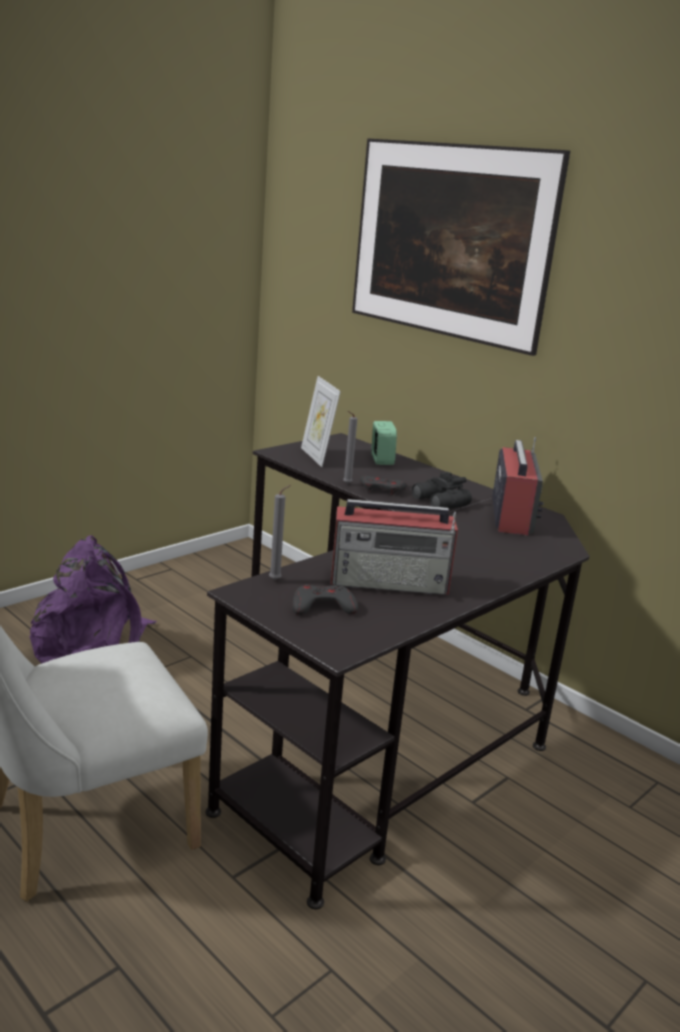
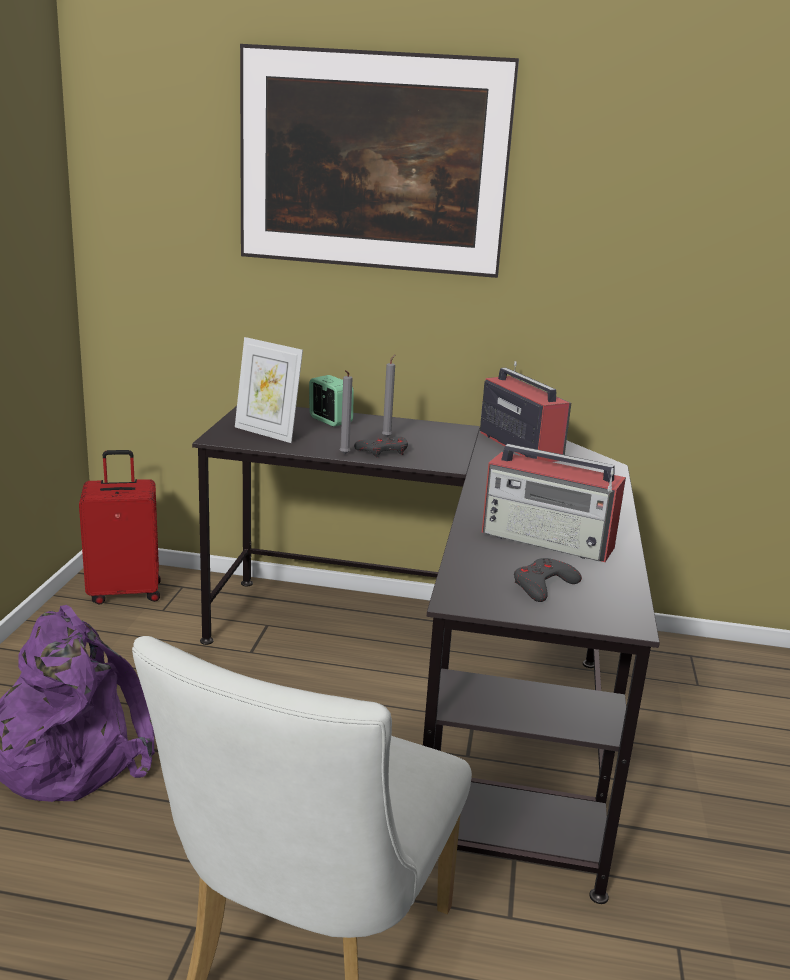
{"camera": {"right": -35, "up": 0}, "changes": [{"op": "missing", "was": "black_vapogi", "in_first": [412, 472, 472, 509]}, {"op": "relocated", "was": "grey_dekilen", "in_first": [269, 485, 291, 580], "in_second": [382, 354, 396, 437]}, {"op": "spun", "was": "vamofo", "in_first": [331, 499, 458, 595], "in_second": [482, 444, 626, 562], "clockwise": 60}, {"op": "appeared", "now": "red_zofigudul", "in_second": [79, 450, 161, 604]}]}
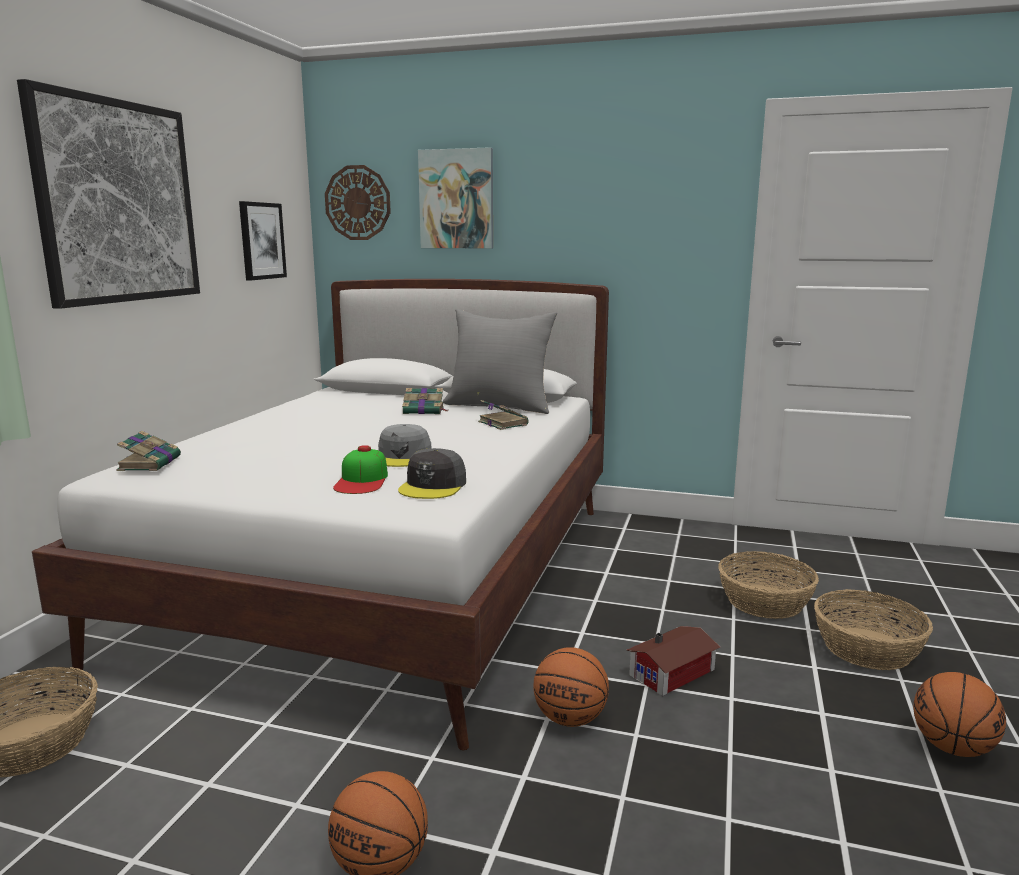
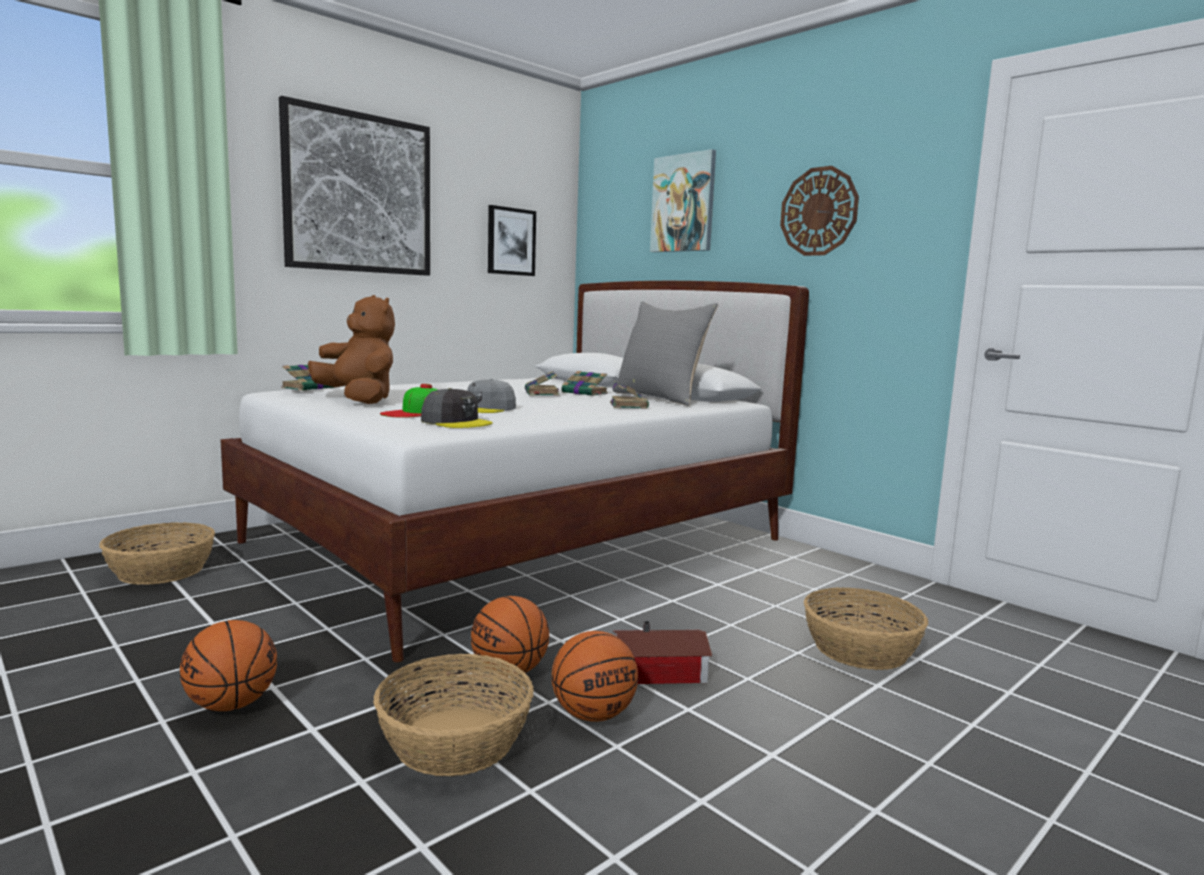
{"camera": {"right": 30, "up": -5}, "changes": [{"op": "relocated", "was": "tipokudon", "in_first": [325, 165, 391, 240], "in_second": [780, 166, 859, 256]}, {"op": "spun", "was": "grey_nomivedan", "in_first": [398, 448, 466, 499], "in_second": [421, 388, 493, 428], "clockwise": -105}, {"op": "relocated", "was": "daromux", "in_first": [814, 589, 933, 670], "in_second": [373, 654, 534, 776]}, {"op": "relocated", "was": "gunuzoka", "in_first": [913, 672, 1006, 757], "in_second": [552, 631, 638, 722]}, {"op": "appeared", "now": "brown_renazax", "in_second": [308, 295, 395, 404]}, {"op": "appeared", "now": "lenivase", "in_second": [525, 371, 560, 396]}]}
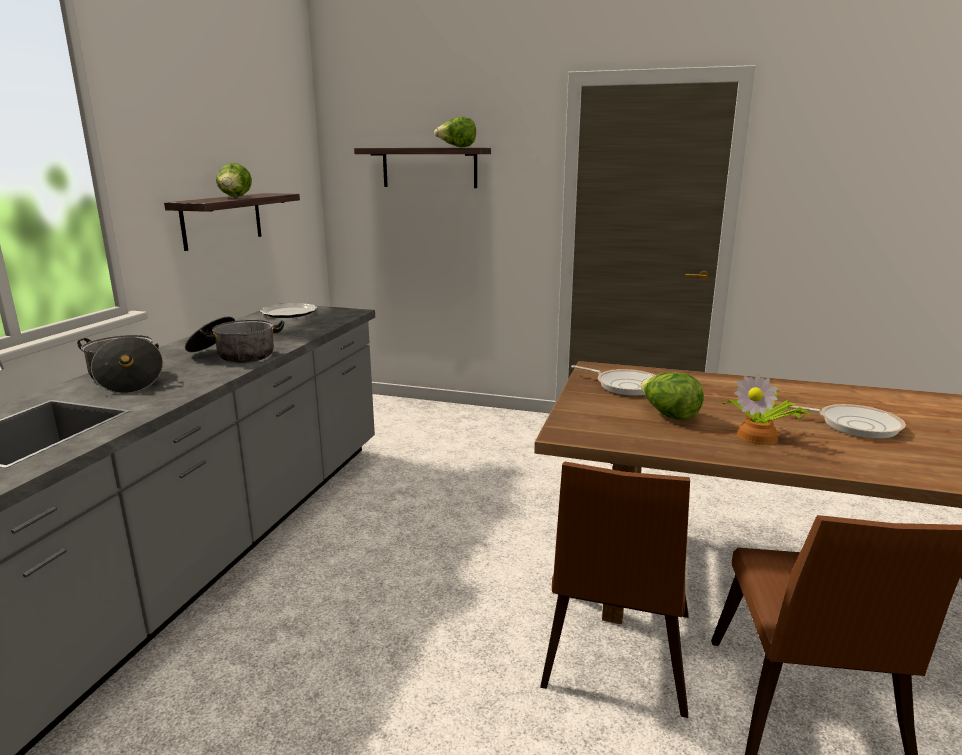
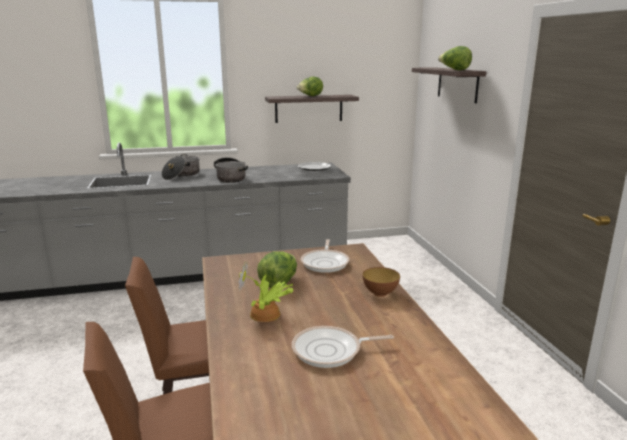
{"camera": {"right": 60, "up": 0}, "changes": [{"op": "spun", "was": "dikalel", "in_first": [789, 404, 906, 438], "in_second": [292, 326, 394, 368], "clockwise": 90}, {"op": "appeared", "now": "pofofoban", "in_second": [362, 267, 400, 297]}]}
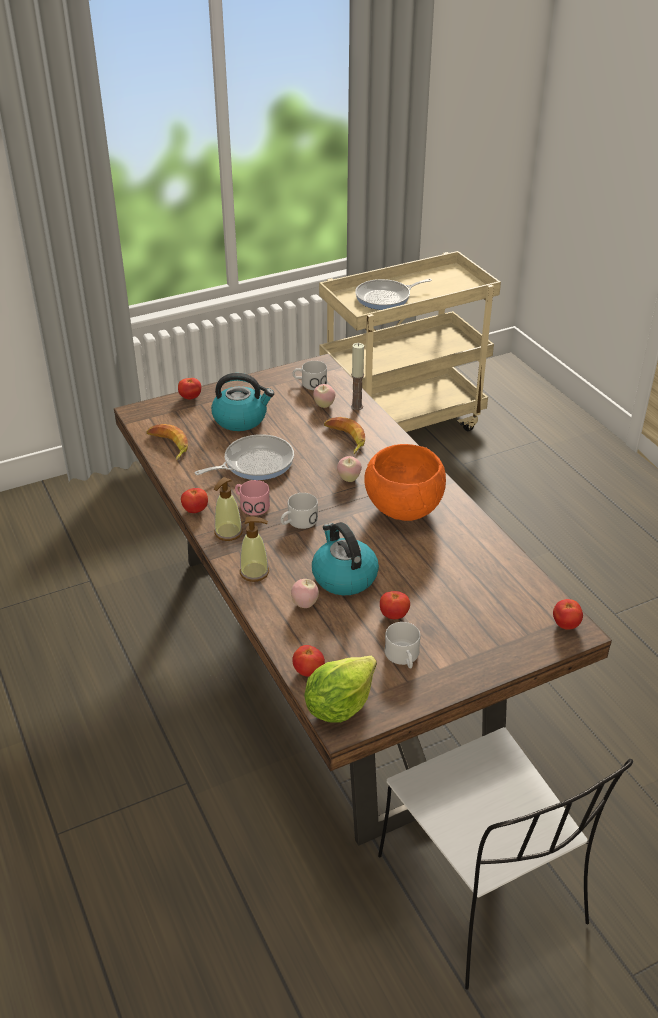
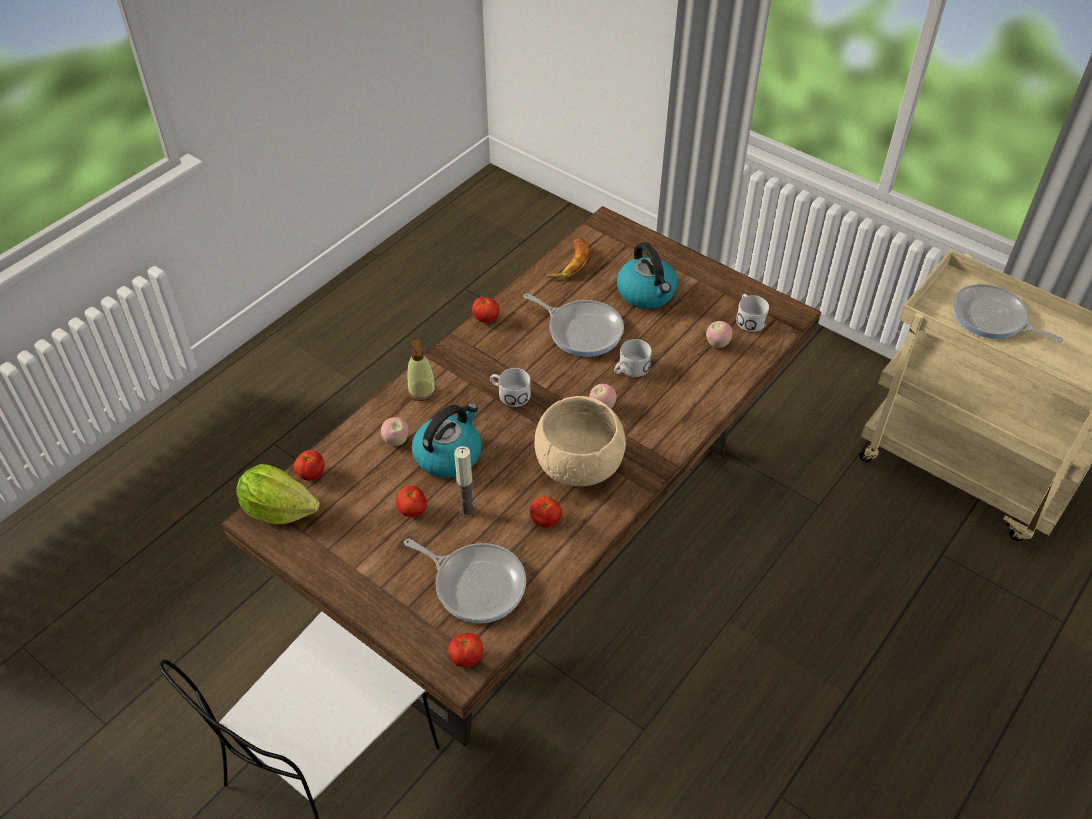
{"camera": {"right": 65, "up": 10}, "changes": [{"op": "relocated", "was": "dekilen", "in_first": [351, 343, 364, 410], "in_second": [454, 446, 475, 517]}, {"op": "relocated", "was": "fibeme", "in_first": [178, 378, 201, 400], "in_second": [530, 496, 562, 528]}, {"op": "missing", "was": "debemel", "in_first": [324, 417, 365, 454]}, {"op": "colour", "was": "orange_pofofoban", "now": "beige_pofofoban", "in_first": [365, 444, 446, 521], "in_second": [535, 396, 626, 486]}, {"op": "missing", "was": "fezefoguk", "in_first": [214, 477, 243, 541]}, {"op": "missing", "was": "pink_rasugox", "in_first": [235, 480, 270, 516]}, {"op": "relocated", "was": "white_rasugox", "in_first": [385, 622, 420, 668], "in_second": [614, 339, 652, 377]}, {"op": "appeared", "now": "dikalel", "in_second": [404, 539, 526, 623]}]}
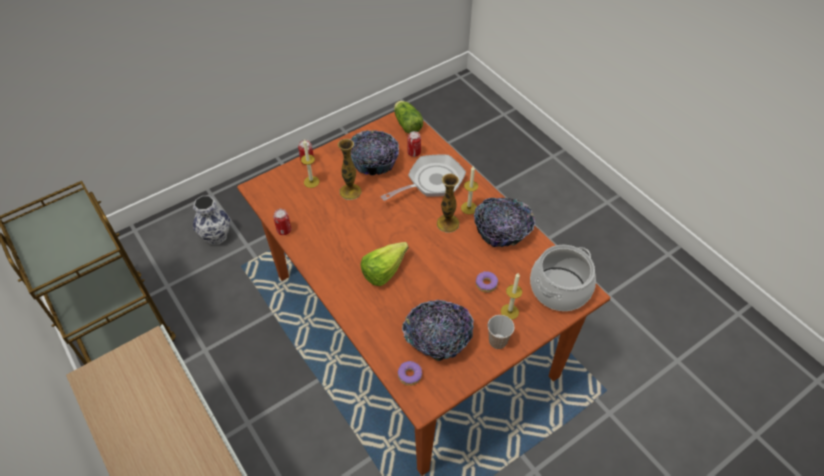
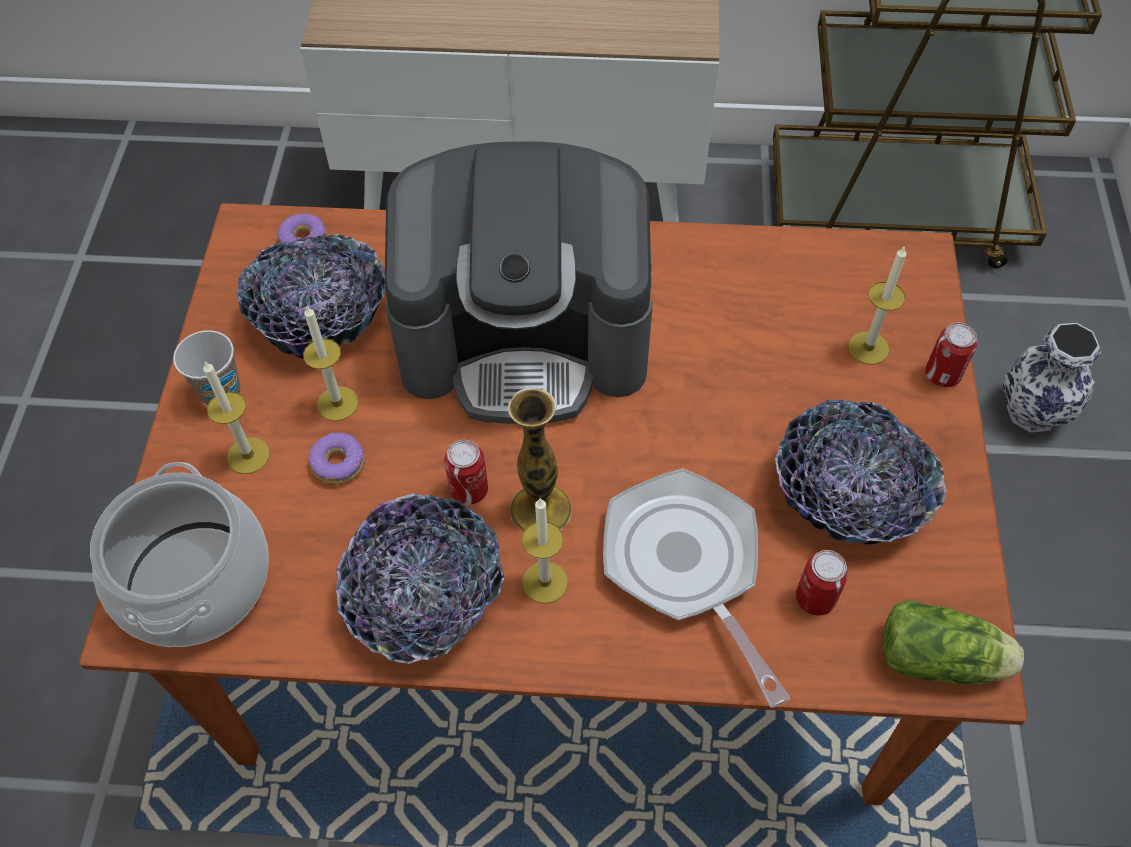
{"camera": {"right": 130, "up": 5}, "changes": [{"op": "missing", "was": "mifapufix", "in_first": [338, 139, 361, 200]}, {"op": "spun", "was": "dikalel", "in_first": [381, 154, 466, 201], "in_second": [603, 468, 790, 708], "clockwise": 150}, {"op": "relocated", "was": "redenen", "in_first": [273, 209, 291, 235], "in_second": [444, 440, 488, 505]}, {"op": "exchanged", "was": "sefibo", "now": "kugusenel", "in_first": [360, 242, 408, 286], "in_second": [384, 141, 653, 424]}, {"op": "appeared", "now": "dekilen", "in_second": [303, 306, 359, 421]}]}
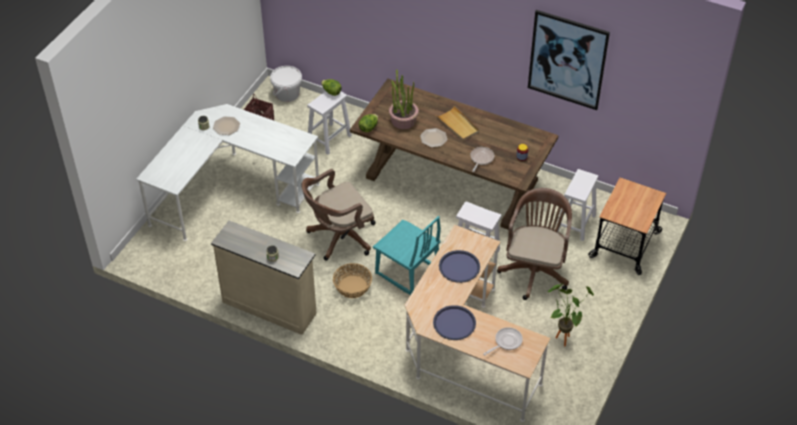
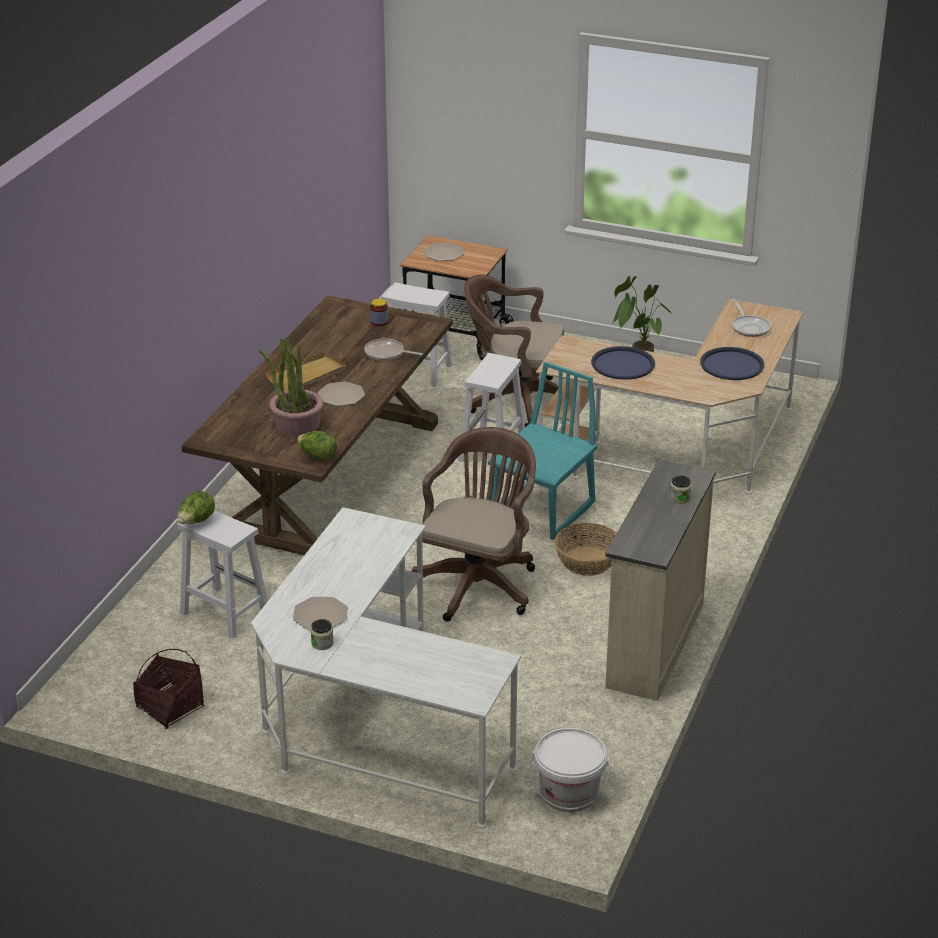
{"camera": {"right": -95, "up": -15}, "changes": [{"op": "missing", "was": "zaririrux", "in_first": [528, 10, 610, 110]}, {"op": "relocated", "was": "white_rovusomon", "in_first": [270, 66, 302, 102], "in_second": [530, 728, 609, 812]}, {"op": "spun", "was": "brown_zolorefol", "in_first": [301, 169, 376, 261], "in_second": [412, 427, 536, 622], "clockwise": -120}, {"op": "spun", "was": "dikalel", "in_first": [483, 327, 523, 355], "in_second": [732, 299, 771, 337], "clockwise": -150}, {"op": "appeared", "now": "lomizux", "in_second": [423, 243, 464, 261]}]}
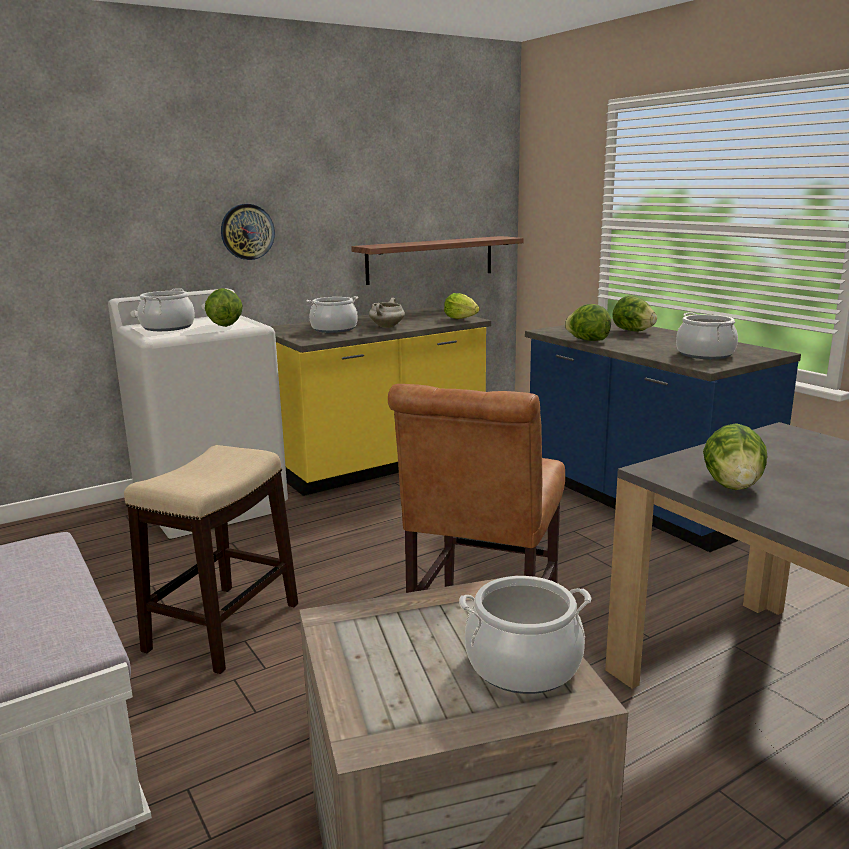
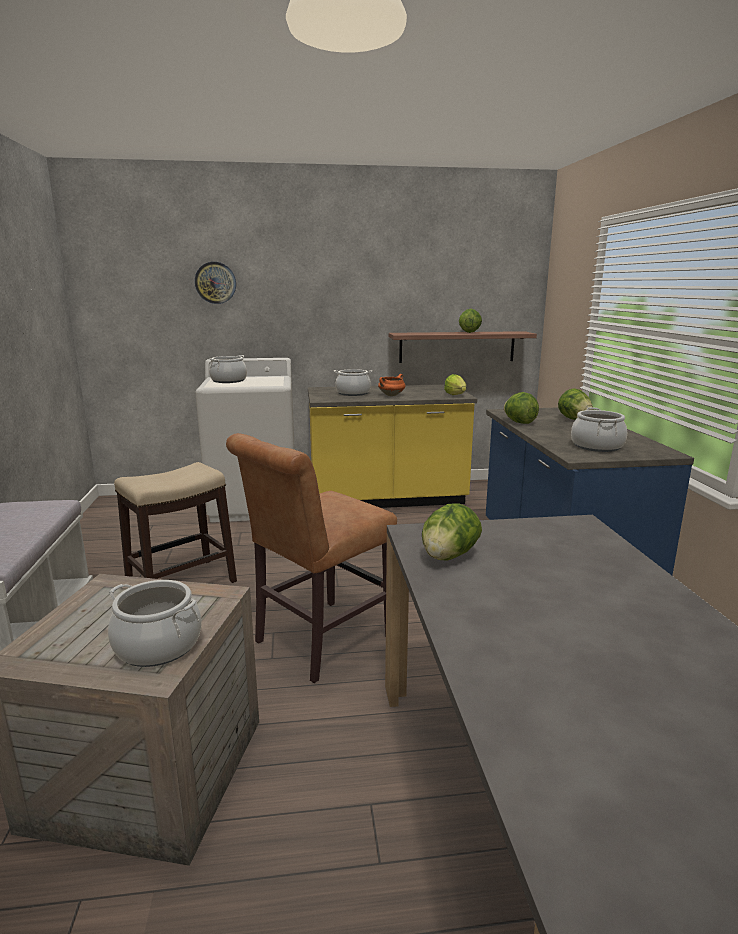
{"camera": {"right": 25, "up": 0}, "changes": [{"op": "relocated", "was": "tipokudon", "in_first": [221, 204, 275, 260], "in_second": [195, 262, 236, 304]}, {"op": "relocated", "was": "sefibo", "in_first": [205, 288, 243, 327], "in_second": [459, 309, 482, 333]}, {"op": "colour", "was": "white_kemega", "now": "orange_kemega", "in_first": [369, 298, 405, 328], "in_second": [378, 374, 405, 396]}]}
